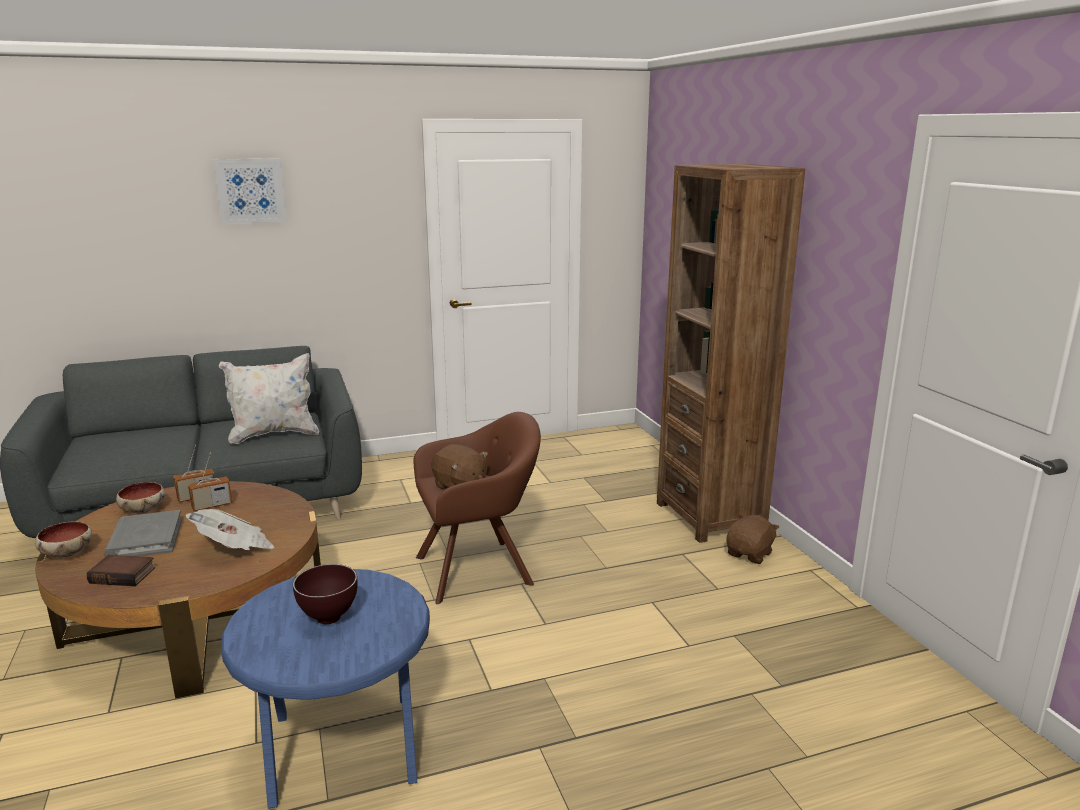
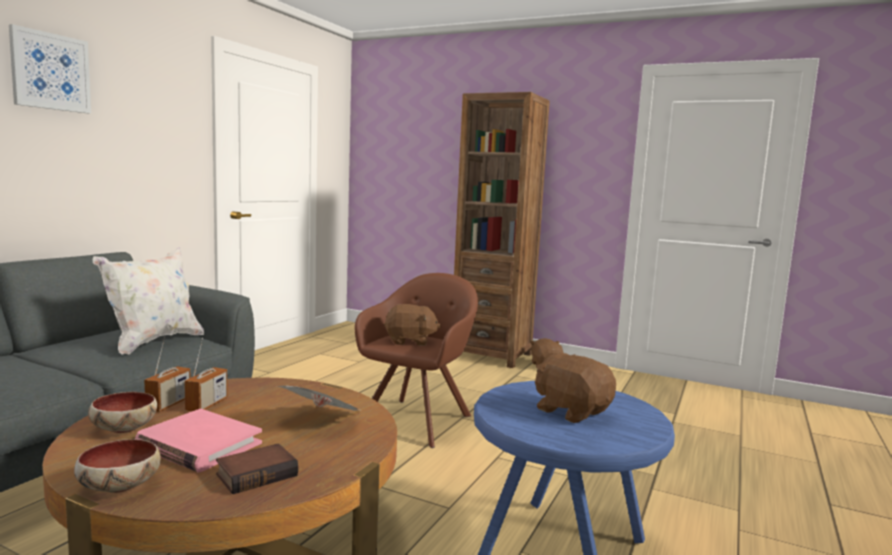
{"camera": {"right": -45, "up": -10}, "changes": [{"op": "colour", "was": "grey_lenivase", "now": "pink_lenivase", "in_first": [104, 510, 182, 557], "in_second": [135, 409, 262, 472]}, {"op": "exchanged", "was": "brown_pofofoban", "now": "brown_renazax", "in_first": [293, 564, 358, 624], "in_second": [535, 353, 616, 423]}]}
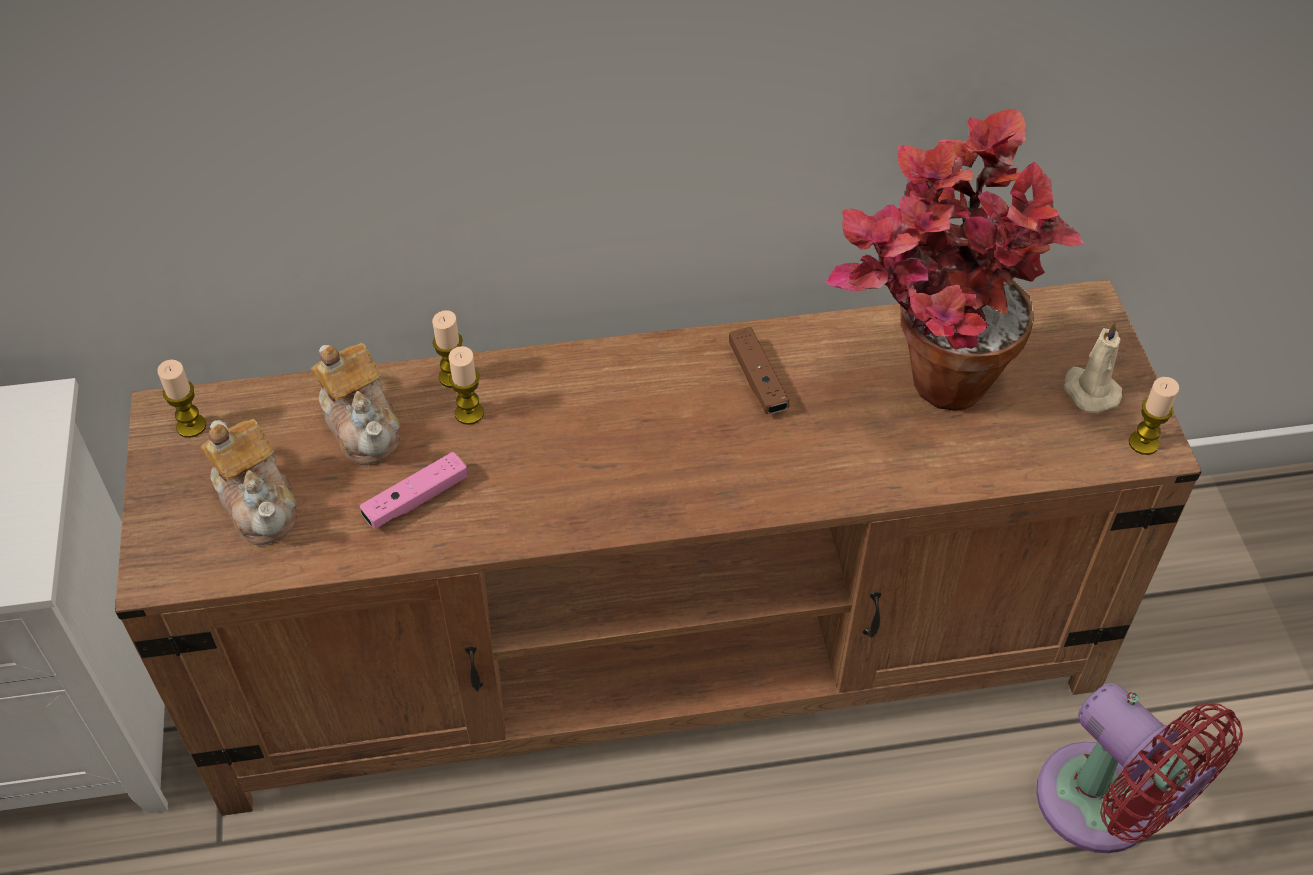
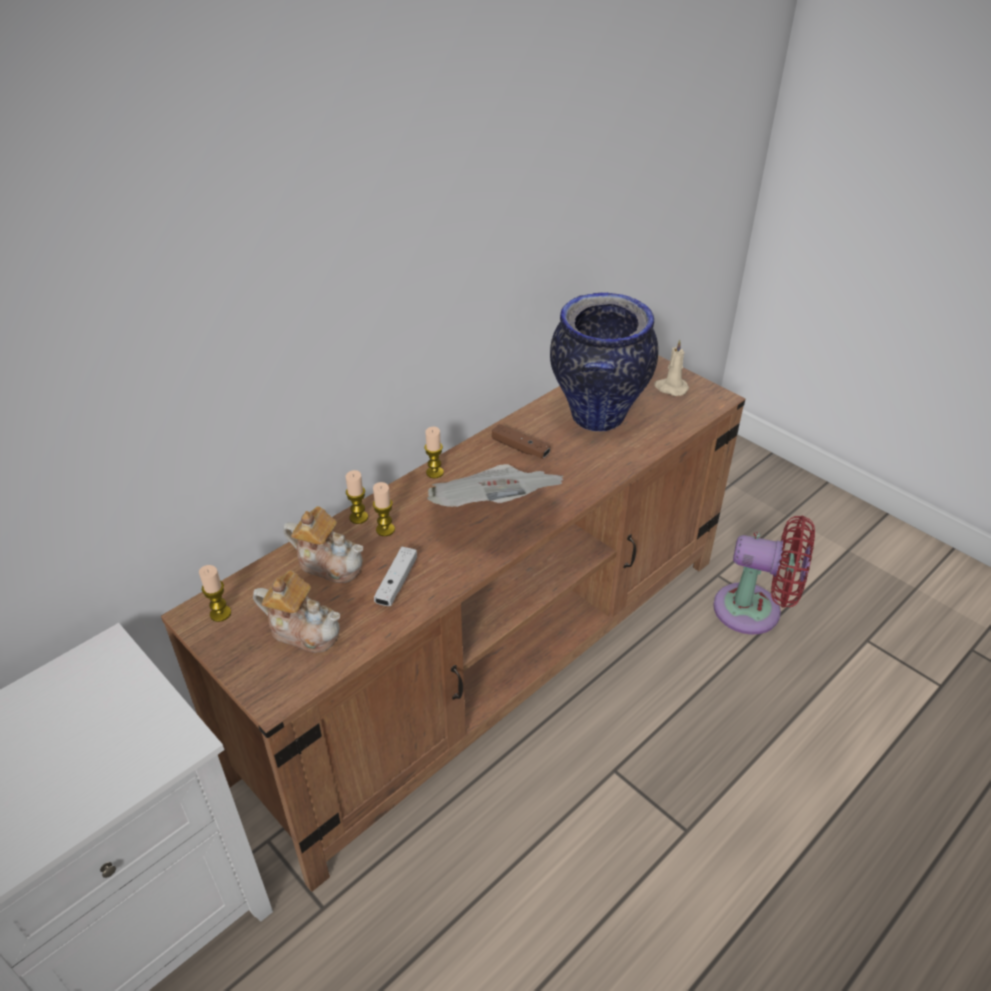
{"camera": {"right": -35, "up": -10}, "changes": [{"op": "exchanged", "was": "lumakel", "now": "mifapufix", "in_first": [825, 109, 1084, 411], "in_second": [550, 293, 658, 432]}, {"op": "relocated", "was": "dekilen", "in_first": [1129, 377, 1179, 455], "in_second": [424, 427, 444, 478]}, {"op": "colour", "was": "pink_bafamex", "now": "white_bafamex", "in_first": [360, 452, 468, 529], "in_second": [374, 547, 417, 606]}, {"op": "appeared", "now": "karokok", "in_second": [427, 464, 563, 507]}]}
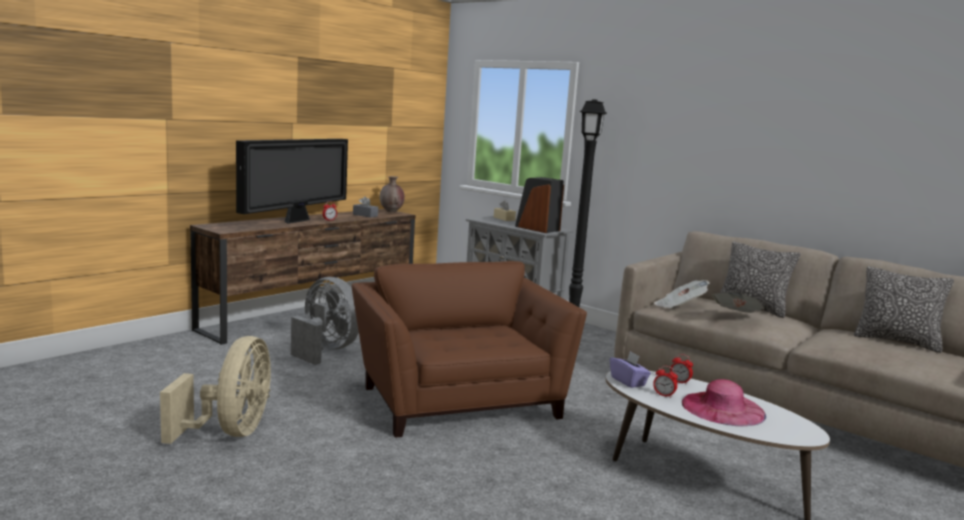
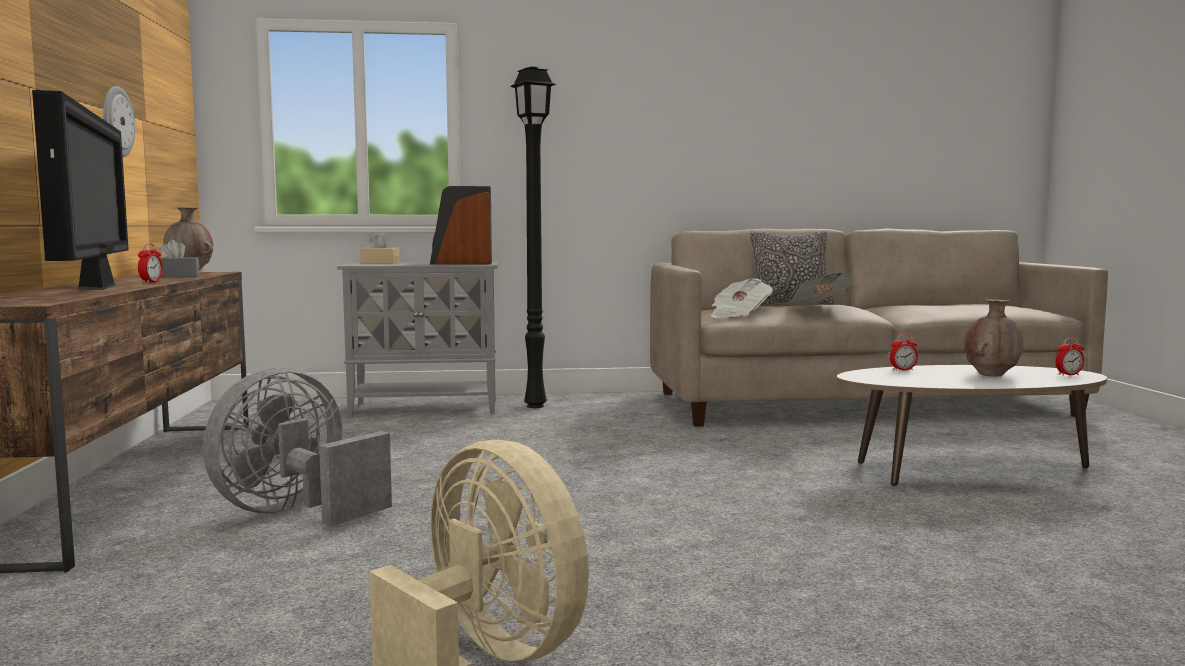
{"camera": {"right": -45, "up": -5}, "changes": [{"op": "missing", "was": "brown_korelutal", "in_first": [352, 261, 587, 438]}, {"op": "missing", "was": "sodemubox", "in_first": [854, 266, 954, 353]}, {"op": "spun", "was": "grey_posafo", "in_first": [291, 277, 359, 365], "in_second": [203, 368, 392, 526], "clockwise": -45}, {"op": "missing", "was": "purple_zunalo", "in_first": [610, 351, 651, 388]}, {"op": "relocated", "was": "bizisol", "in_first": [653, 366, 678, 398], "in_second": [1055, 338, 1084, 376]}, {"op": "exchanged", "was": "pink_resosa", "now": "brown_mifapufix", "in_first": [682, 379, 766, 426], "in_second": [964, 300, 1024, 377]}, {"op": "appeared", "now": "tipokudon", "in_second": [103, 86, 135, 157]}]}
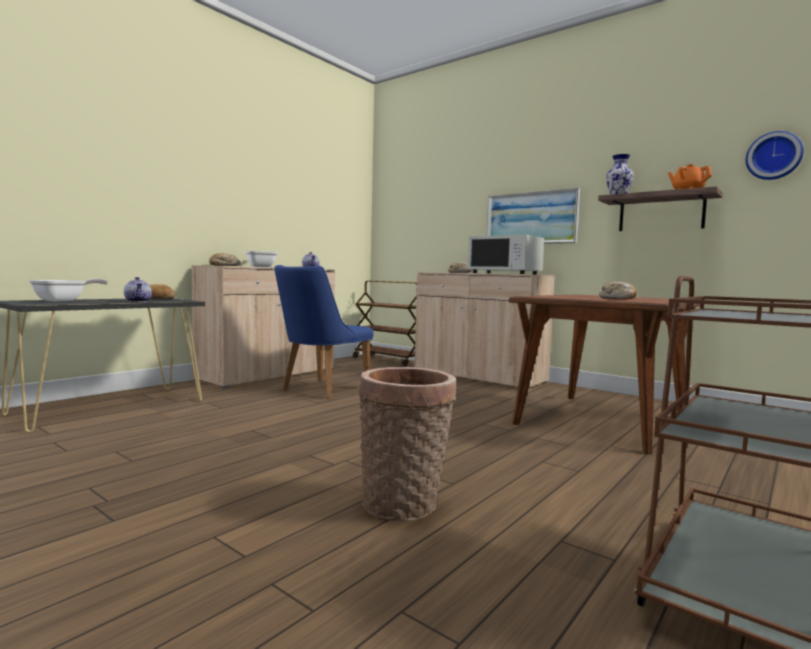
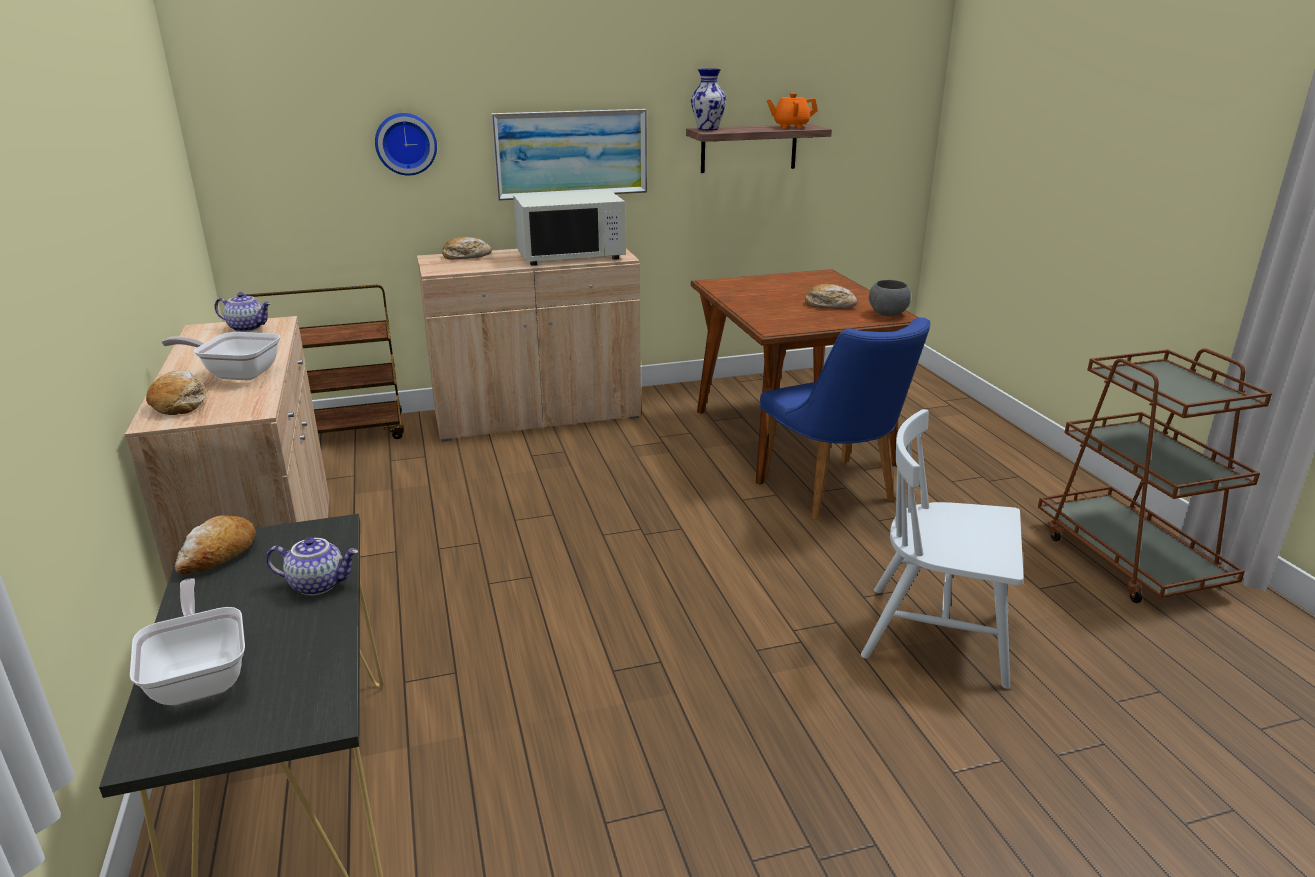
{"camera": {"right": -55, "up": 20}, "changes": [{"op": "relocated", "was": "tipokudon", "in_first": [746, 131, 804, 180], "in_second": [375, 113, 437, 176]}, {"op": "relocated", "was": "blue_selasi", "in_first": [274, 265, 374, 399], "in_second": [760, 317, 930, 520]}, {"op": "exchanged", "was": "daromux", "now": "white_selasi", "in_first": [359, 367, 456, 521], "in_second": [861, 409, 1024, 689]}, {"op": "appeared", "now": "grey_pofofoban", "in_second": [869, 280, 911, 316]}]}
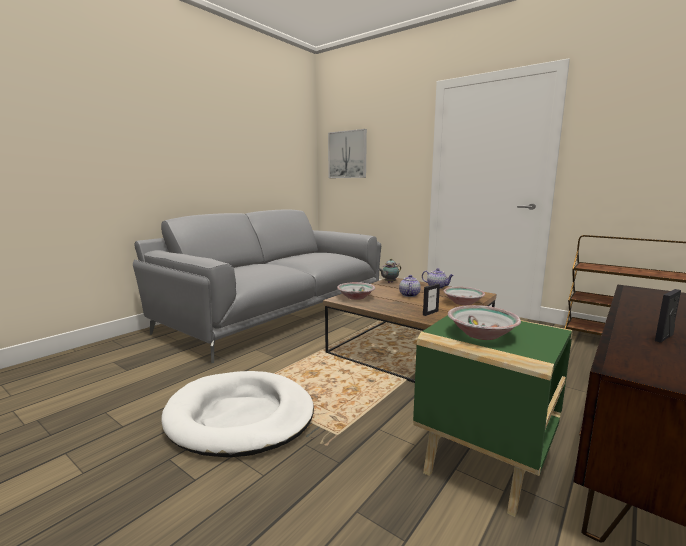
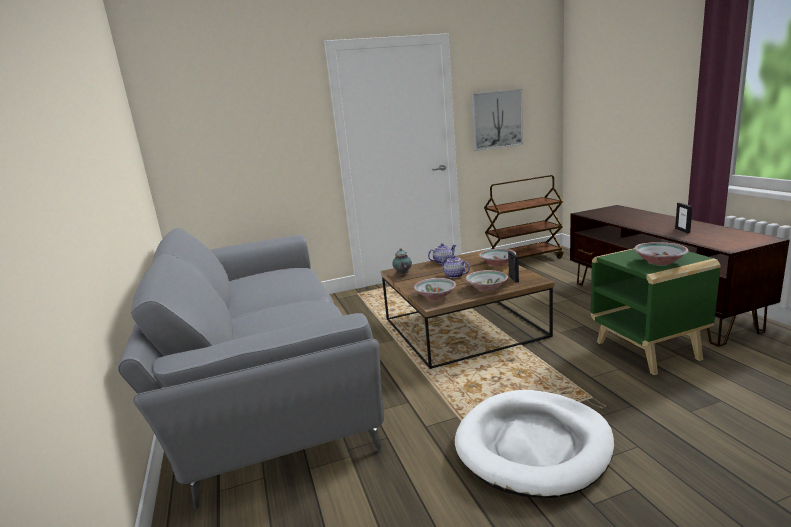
{"camera": {"right": -55, "up": 5}, "changes": [{"op": "relocated", "was": "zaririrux", "in_first": [328, 129, 367, 178], "in_second": [471, 89, 523, 151]}, {"op": "appeared", "now": "pofofoban", "in_second": [466, 270, 508, 292]}]}
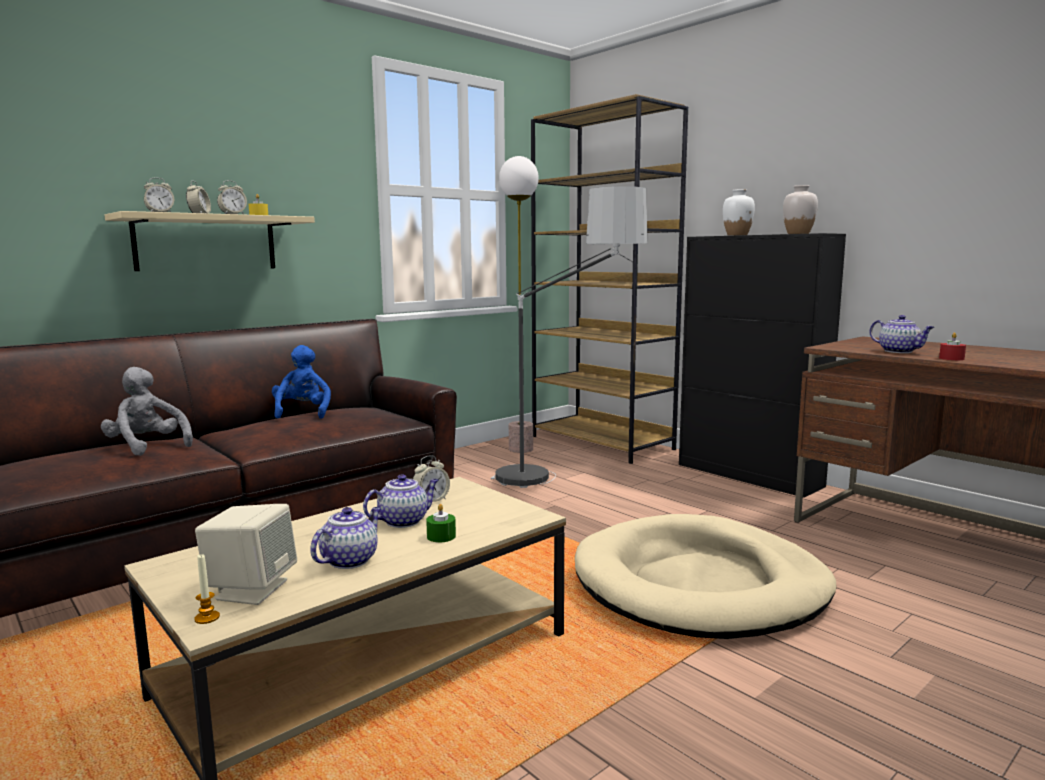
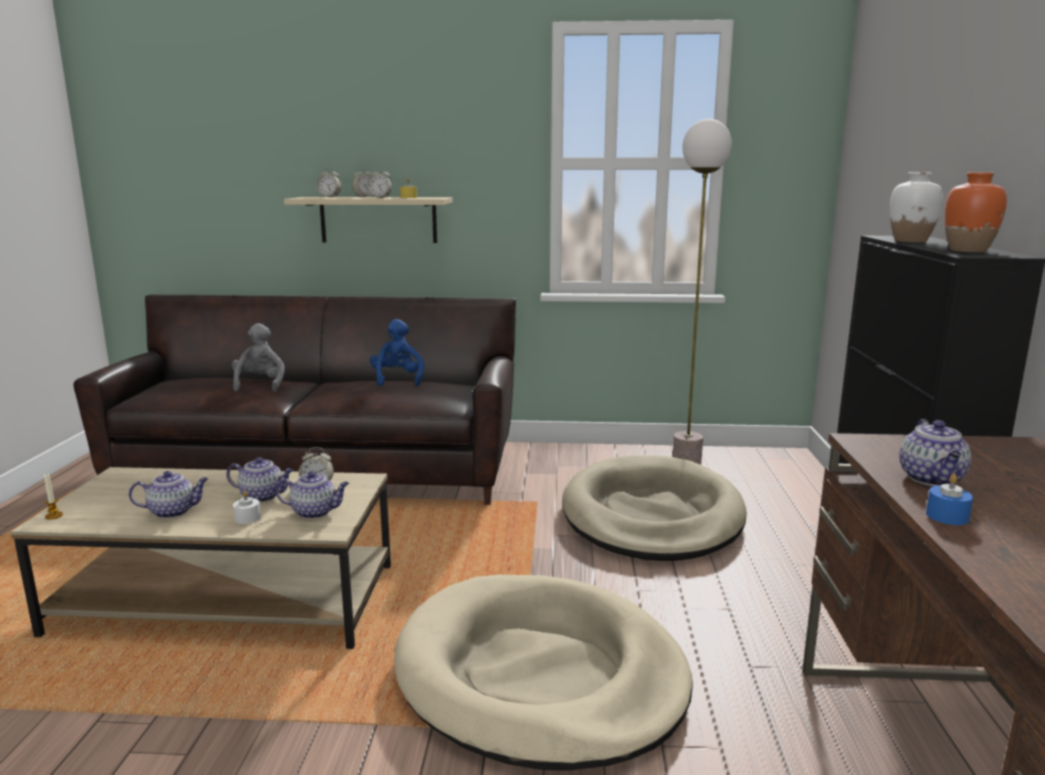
{"camera": {"right": 45, "up": 5}, "changes": [{"op": "missing", "was": "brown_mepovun", "in_first": [531, 94, 688, 464]}, {"op": "colour", "was": "white_mifapufix", "now": "orange_mifapufix", "in_first": [783, 185, 818, 234], "in_second": [945, 172, 1007, 252]}, {"op": "exchanged", "was": "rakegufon", "now": "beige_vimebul", "in_first": [491, 186, 648, 488], "in_second": [562, 455, 747, 561]}, {"op": "colour", "was": "red_dekilen", "now": "blue_dekilen", "in_first": [939, 333, 966, 360], "in_second": [926, 474, 973, 525]}, {"op": "spun", "was": "blue_renazax", "in_first": [272, 345, 331, 419], "in_second": [370, 319, 424, 386], "clockwise": -45}, {"op": "missing", "was": "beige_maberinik", "in_first": [195, 504, 297, 605]}, {"op": "colour", "was": "green_dekilen", "now": "white_dekilen", "in_first": [426, 504, 456, 542], "in_second": [233, 491, 261, 524]}, {"op": "appeared", "now": "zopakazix", "in_second": [276, 471, 349, 519]}]}
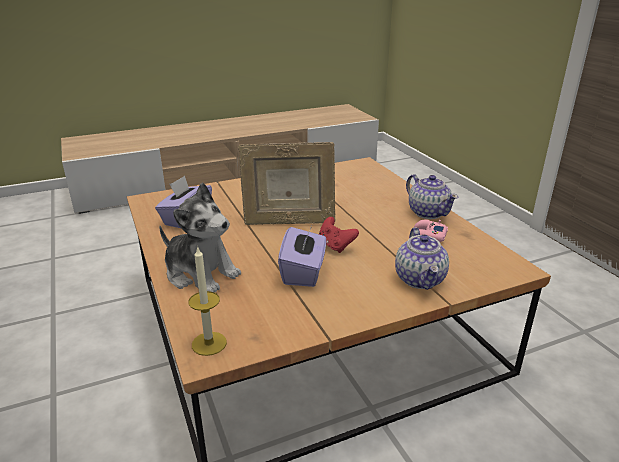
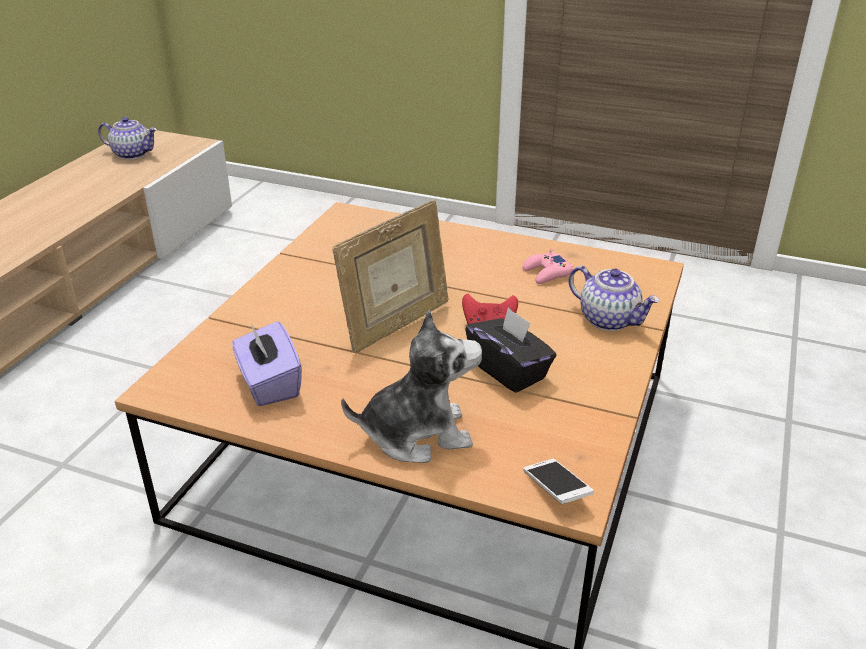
{"camera": {"right": -45, "up": 5}, "changes": [{"op": "relocated", "was": "zopakazix", "in_first": [406, 174, 458, 219], "in_second": [98, 117, 158, 160]}, {"op": "colour", "was": "purple_zunalo", "now": "black_zunalo", "in_first": [278, 224, 326, 287], "in_second": [465, 307, 557, 393]}, {"op": "exchanged", "was": "dekilen", "now": "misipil", "in_first": [188, 246, 227, 356], "in_second": [524, 459, 594, 504]}]}
